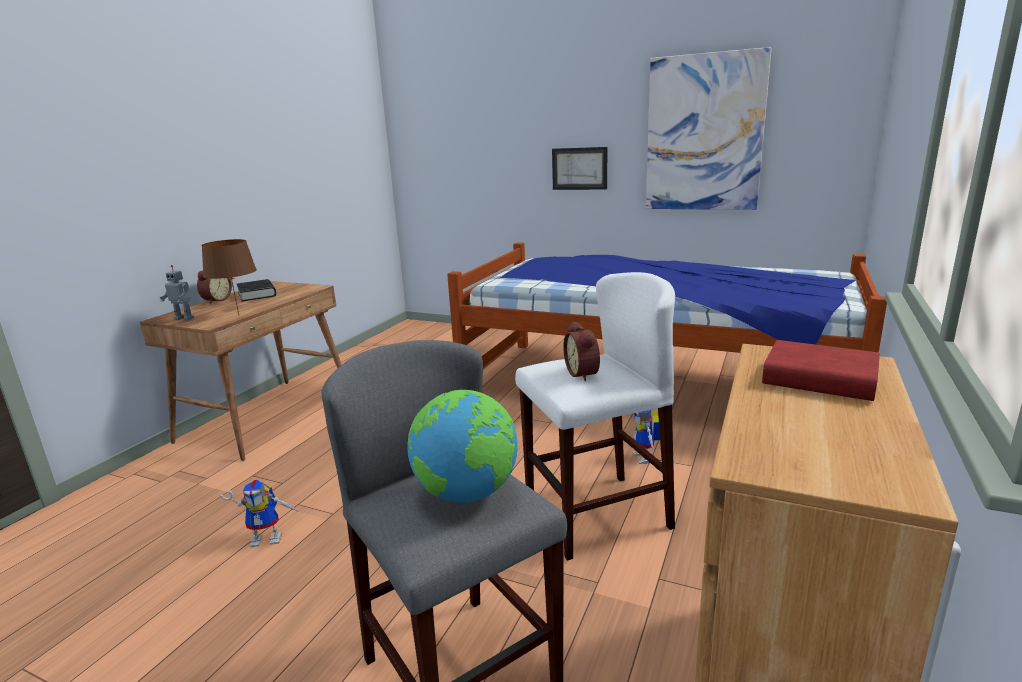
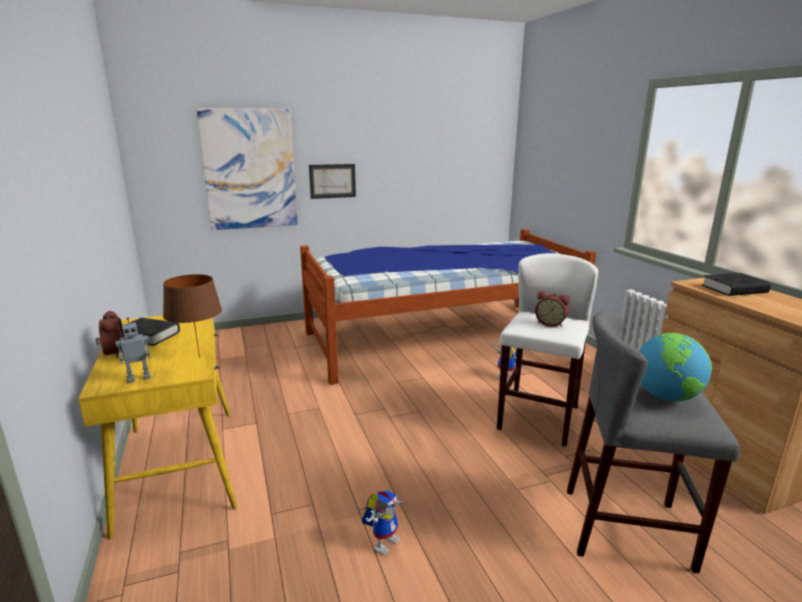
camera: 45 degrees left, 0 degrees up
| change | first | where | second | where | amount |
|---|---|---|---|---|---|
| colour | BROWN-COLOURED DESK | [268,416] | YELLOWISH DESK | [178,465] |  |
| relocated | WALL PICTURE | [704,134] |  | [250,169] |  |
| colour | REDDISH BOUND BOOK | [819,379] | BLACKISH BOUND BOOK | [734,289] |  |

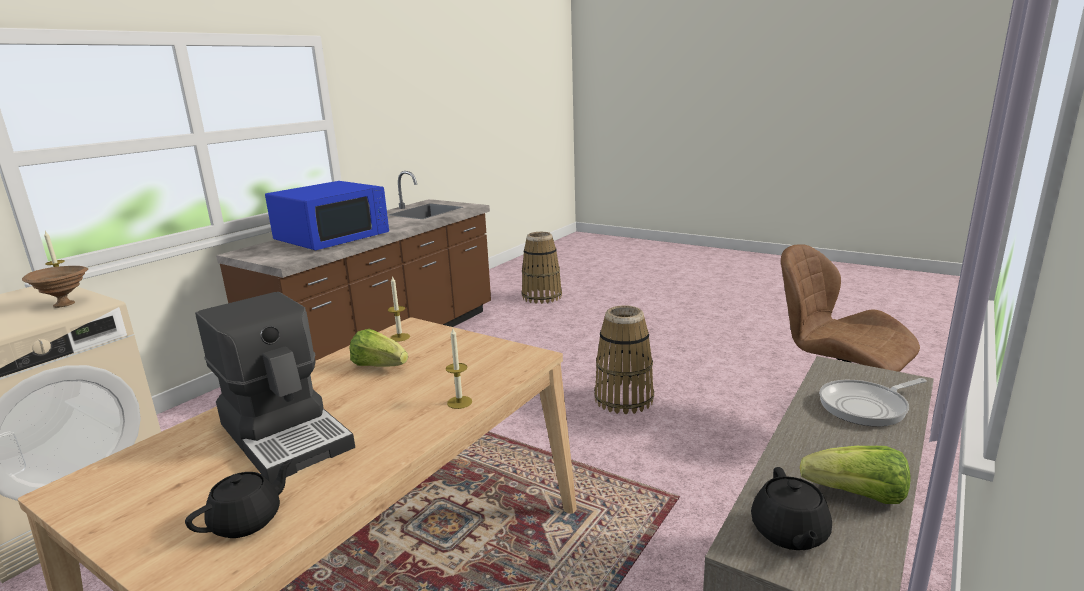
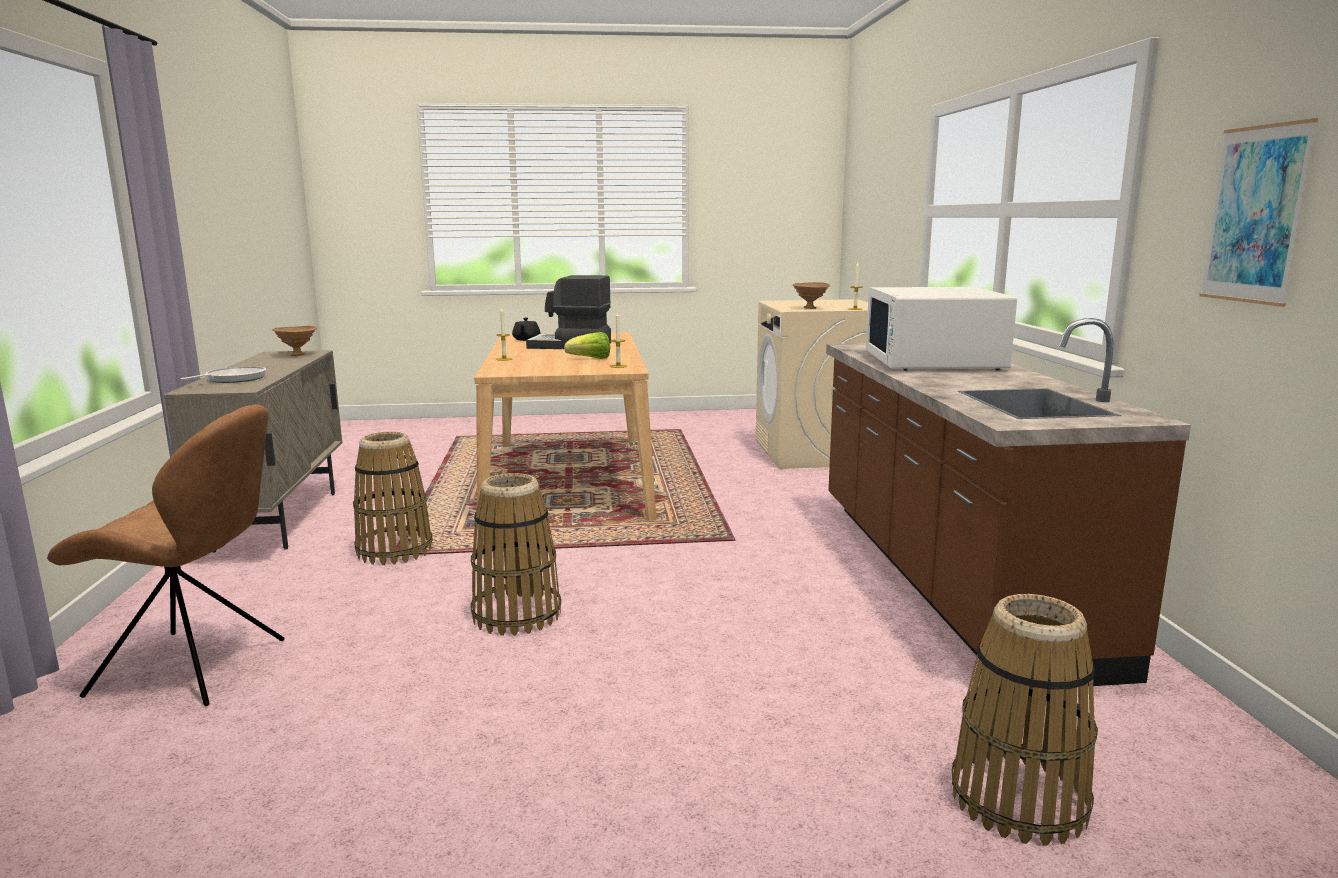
camera: 140 degrees right, 5 degrees down
| change | first | where | second | where | amount |
|---|---|---|---|---|---|
| colour | BLUE-COLOURED MICROWAVE | [333,237] | WHITE-COLOURED MICROWAVE | [932,361] |  |
| exchanged | BLACKISH POT FOR TEA | [789,533] | BROWN-COLOURED DEEP DISH | [297,355] |  |
| missing | LETTUCE HEAD | [857,496] |  |  |  |
| appeared |  |  | STORAGE BASKET | [395,550] |  |
| appeared |  |  | WALL PICTURE | [1255,215] |  |

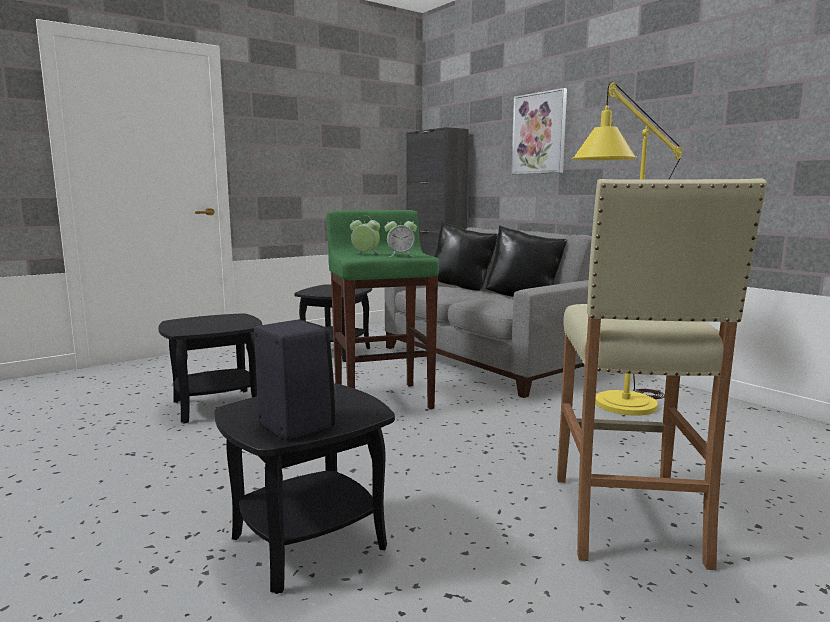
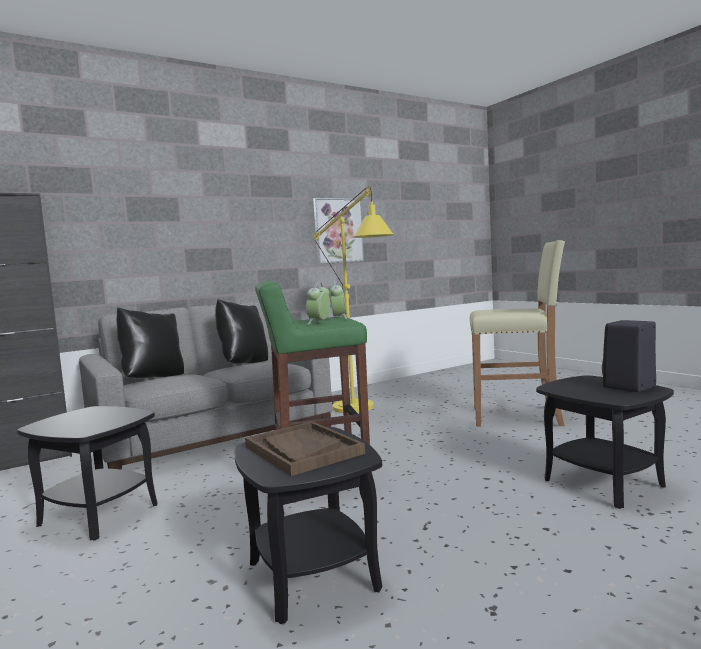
camera: 85 degrees left, 5 degrees down
| change | first | where | second | where | amount |
|---|---|---|---|---|---|
| relocated | WALL PICTURE | [539,133] |  | [338,231] |  |
| appeared |  |  | BROWN-COLOURED SERVING TRAY | [302,450] |  |

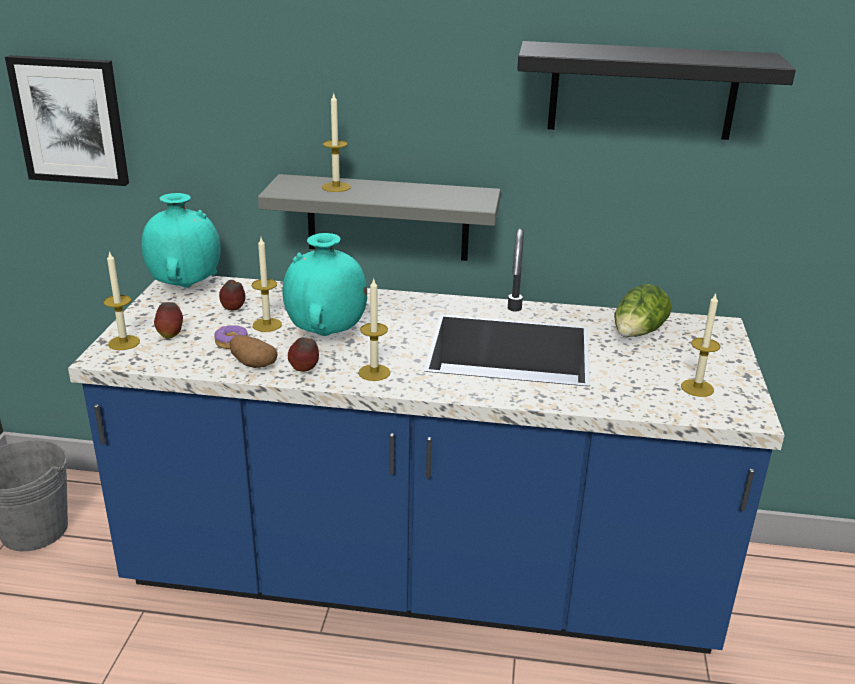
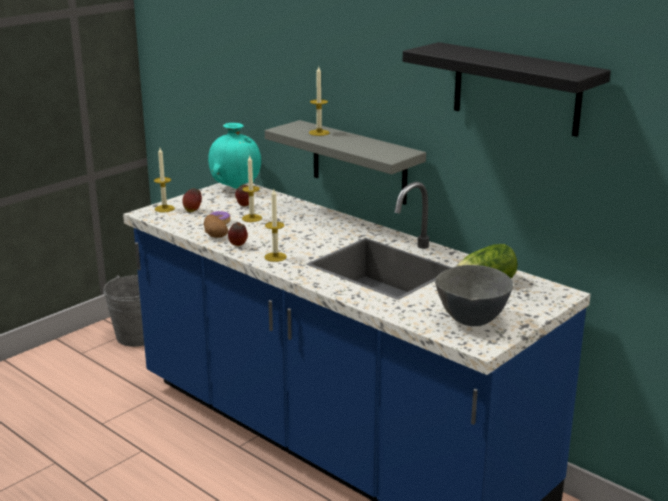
camera: 35 degrees right, 5 degrees down
| change | first | where | second | where | amount |
|---|---|---|---|---|---|
| missing | WALL PICTURE | [71,120] |  |  |  |
| missing | TURQUOISE VASE | [326,334] |  |  |  |
| exchanged | WAX CANDLE | [697,388] | GREYISH DEEP DISH | [472,321] |  |

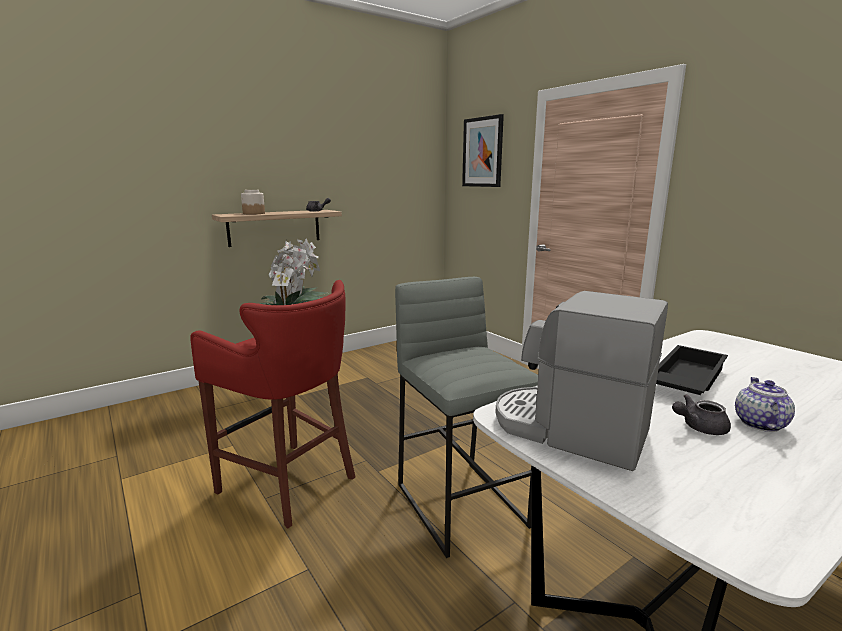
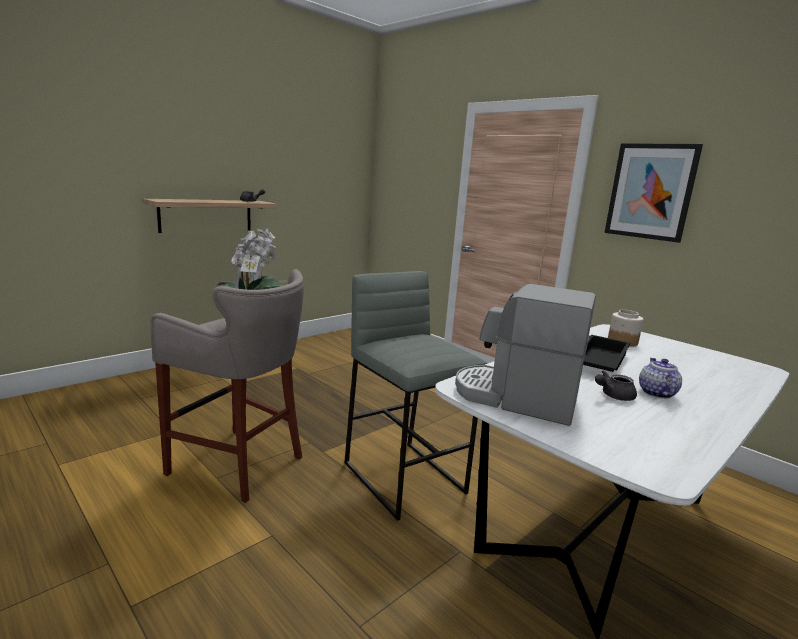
camera: 10 degrees left, 0 degrees up
| change | first | where | second | where | amount |
|---|---|---|---|---|---|
| colour | REDDISH STOOL | [291,484] | GREYISH STOOL | [240,465] |  |
| relocated | PRESERVE JAR | [254,213] |  | [622,341] |  |
| relocated | WALL PICTURE | [482,152] |  | [650,191] |  |

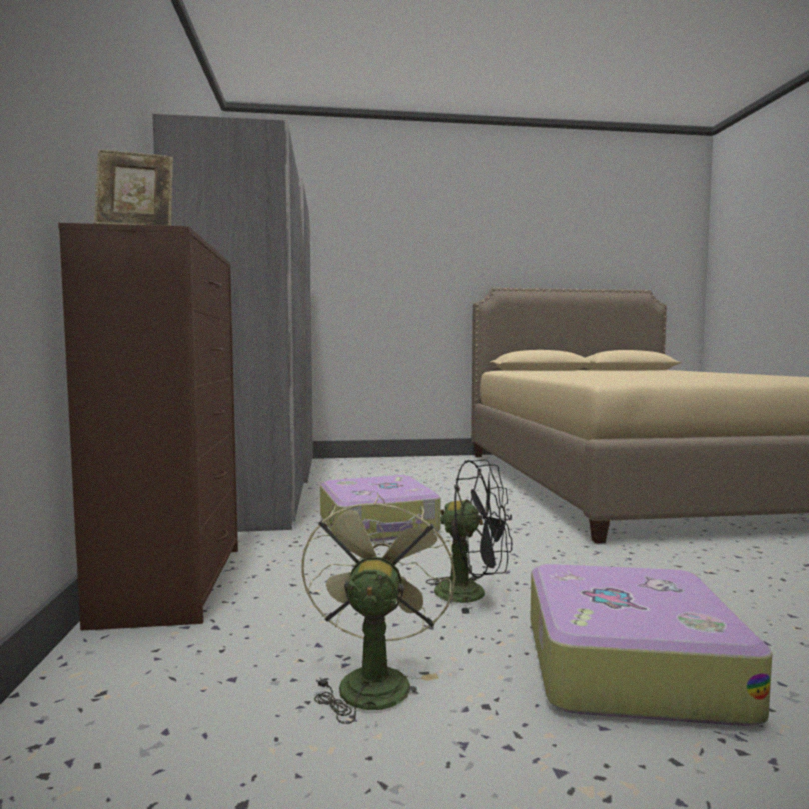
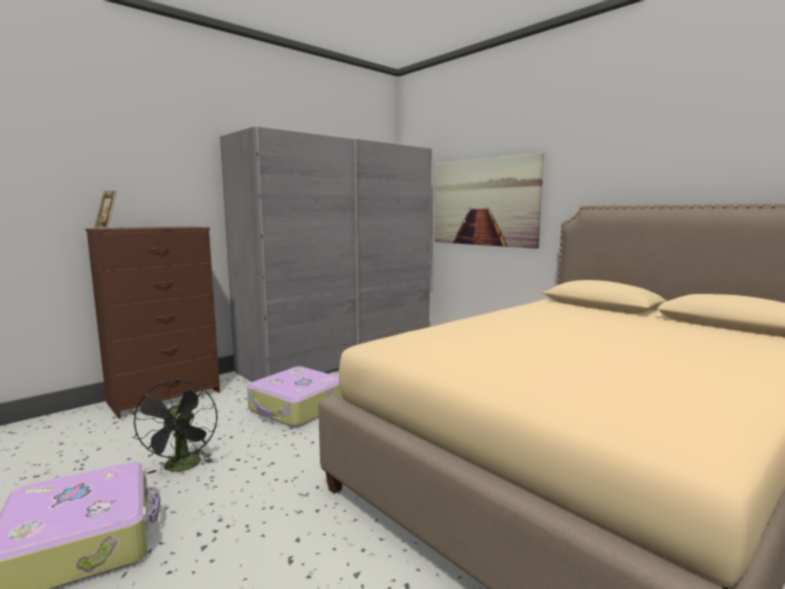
camera: 55 degrees right, 5 degrees up
| change | first | where | second | where | amount |
|---|---|---|---|---|---|
| missing | GREEN COOLING FAN | [373,679] |  |  |  |
| appeared |  |  | WALL PICTURE | [484,202] |  |

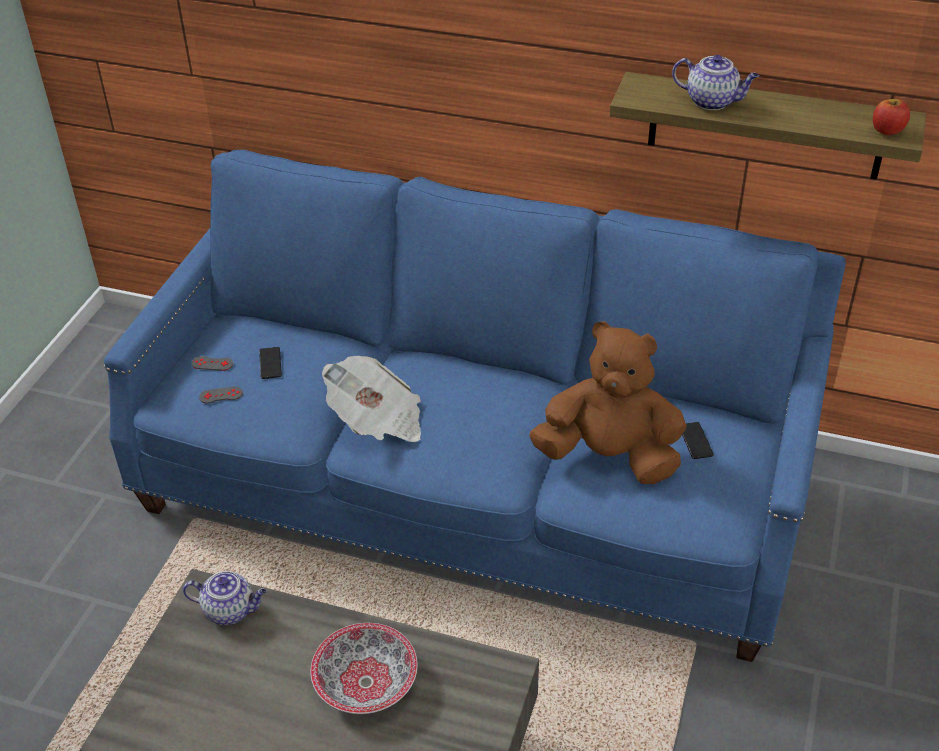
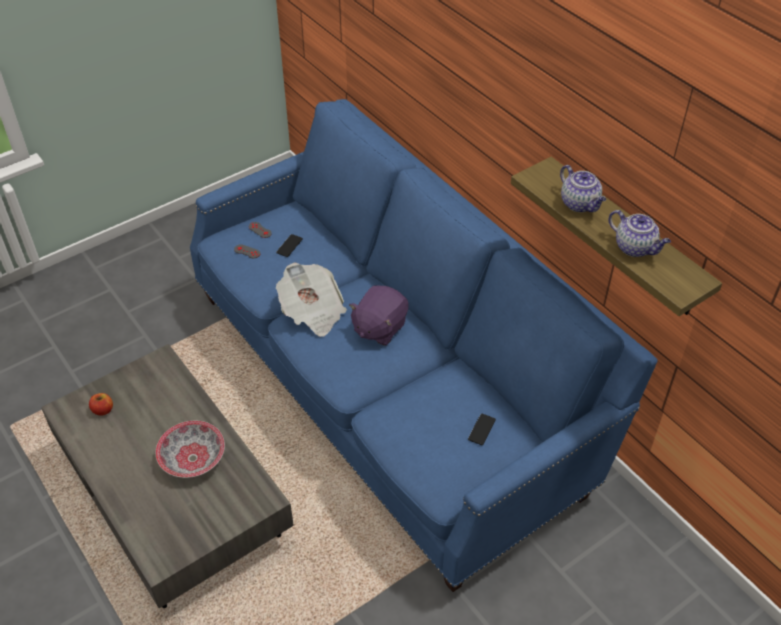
camera: 35 degrees right, 5 degrees up
| change | first | where | second | where | amount |
|---|---|---|---|---|---|
| relocated | POT FOR TEA | [230,610] |  | [635,248] |  |
| missing | BROWN-COLOURED CUDDLY TOY | [609,457] |  |  |  |
| relocated | APPLE FRUIT | [887,130] |  | [103,410] |  |
| appeared |  |  | PURPLISH CUDDLY TOY | [379,327] |  |

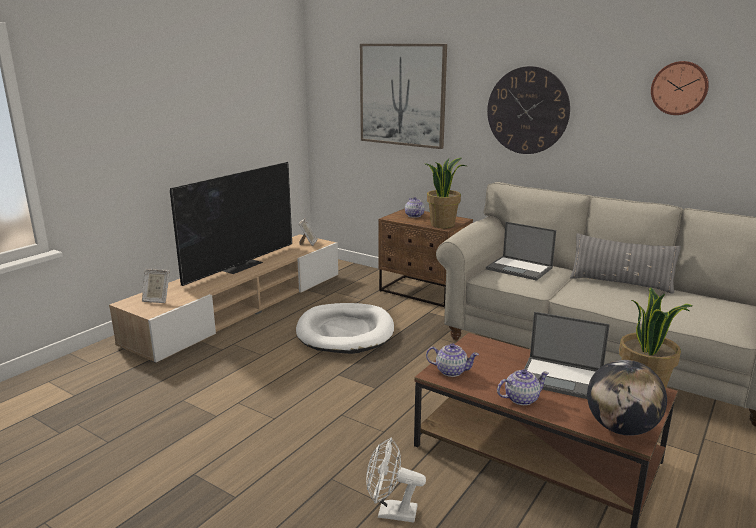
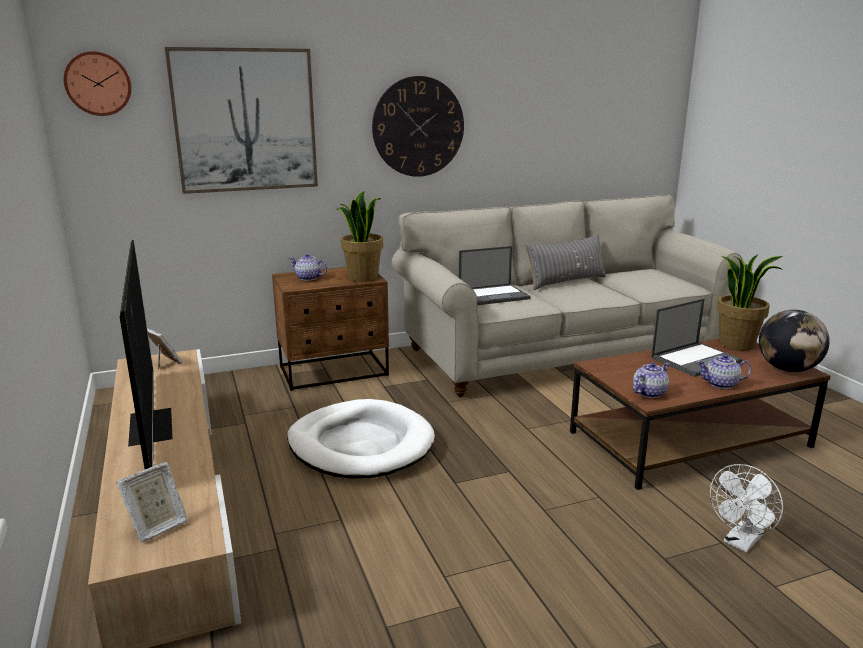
camera: 55 degrees left, 0 degrees up
| change | first | where | second | where | amount |
|---|---|---|---|---|---|
| spun | POT FOR TEA | [521,399] |  | [721,384] | 105 degrees counterclockwise |
| relocated | HANGING CLOCK | [679,88] |  | [98,83] |  |

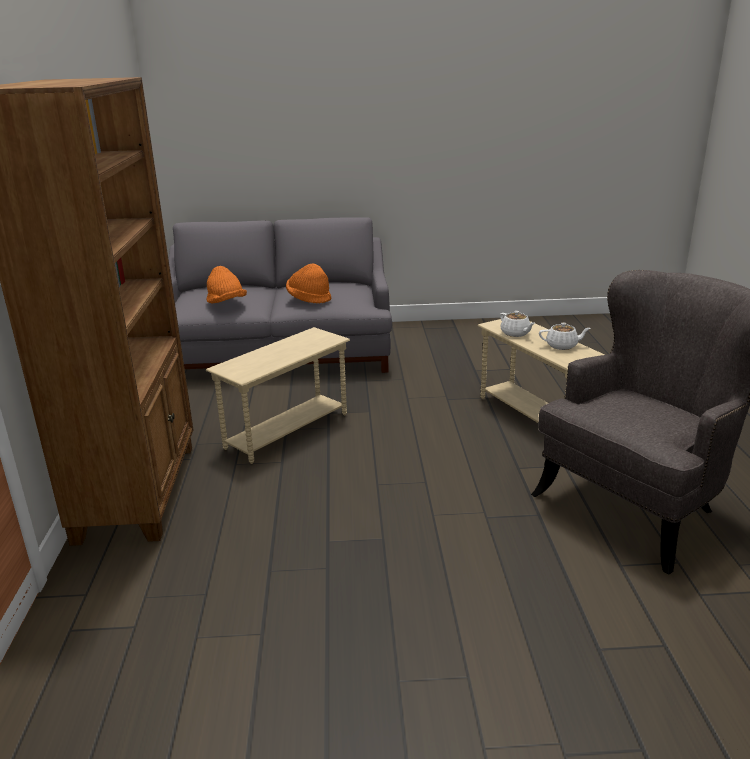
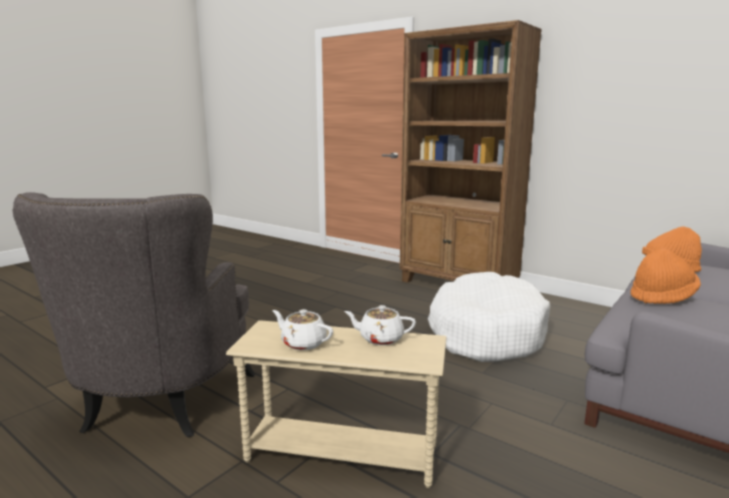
camera: 130 degrees right, 10 degrees down
| change | first | where | second | where | amount |
|---|---|---|---|---|---|
| exchanged | SAND-COLOURED END TABLE | [287,431] | WHITE-COLOURED DOG BED | [485,332] |  |
| spun | WHITE-COLOURED POT FOR TEA | [562,346] |  | [303,343] | 75 degrees clockwise |

